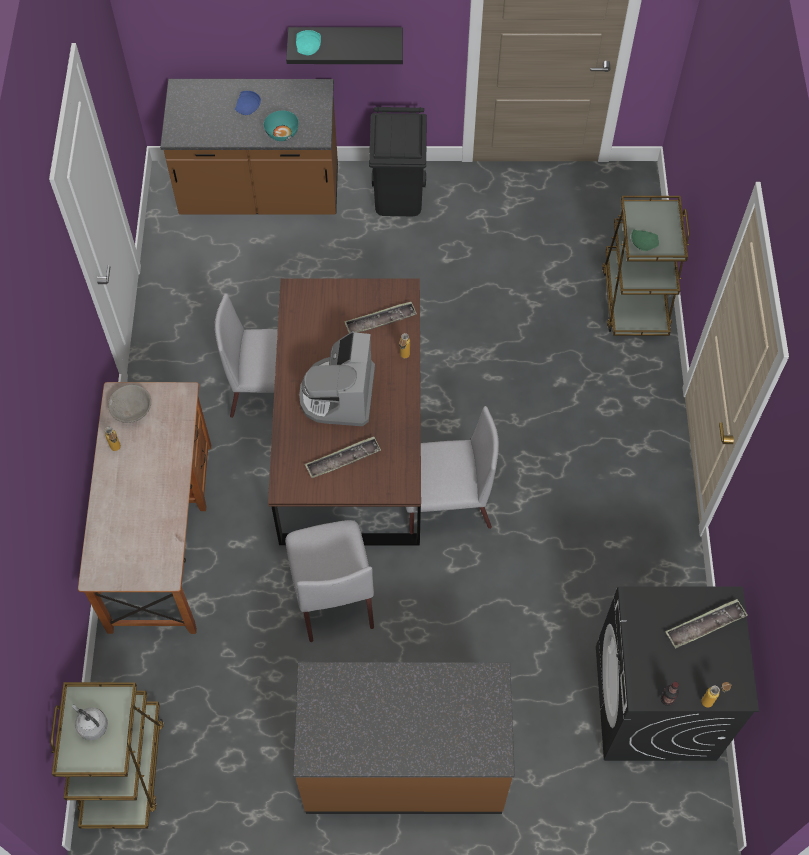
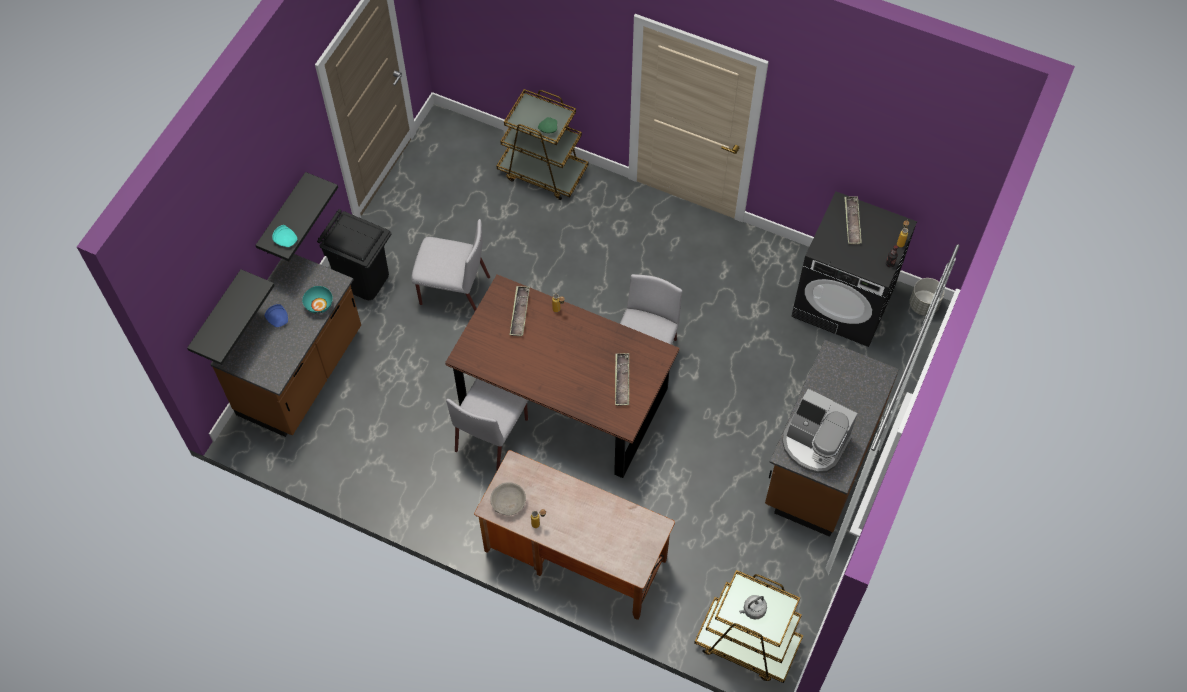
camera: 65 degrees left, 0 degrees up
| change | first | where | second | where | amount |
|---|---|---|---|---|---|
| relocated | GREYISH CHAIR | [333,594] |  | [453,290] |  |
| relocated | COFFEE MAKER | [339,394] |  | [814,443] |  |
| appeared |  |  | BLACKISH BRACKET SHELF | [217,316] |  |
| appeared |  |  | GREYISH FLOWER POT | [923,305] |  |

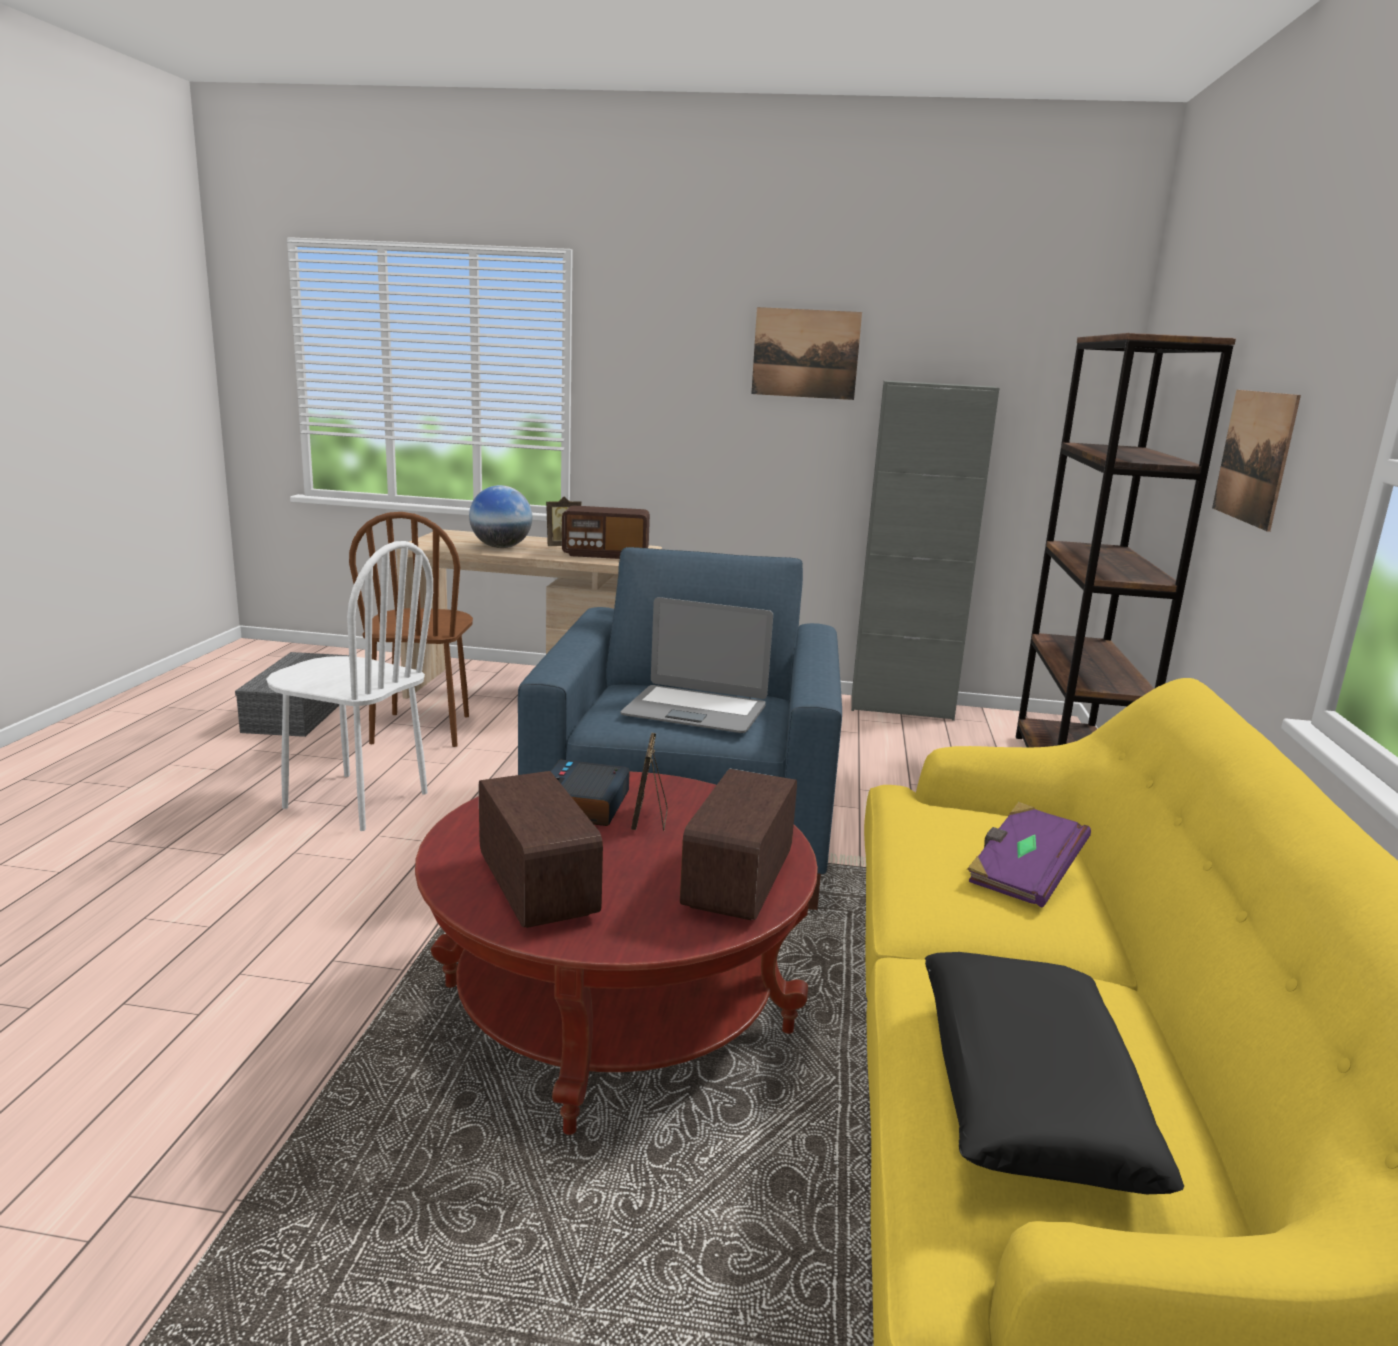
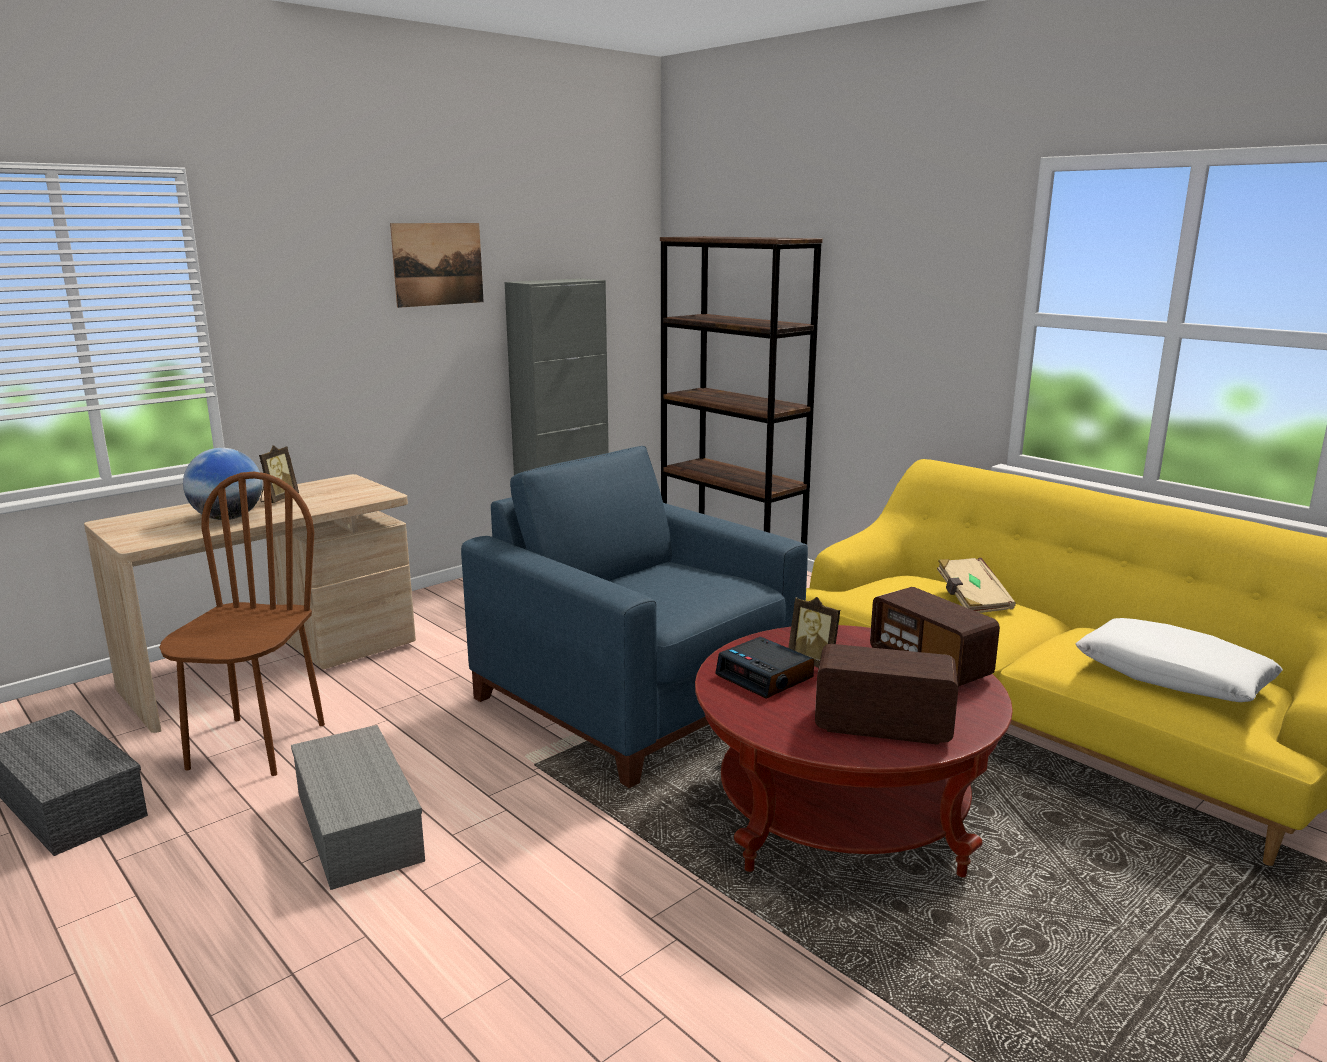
camera: 50 degrees left, 0 degrees up
| change | first | where | second | where | amount |
|---|---|---|---|---|---|
| exchanged | WHITE-COLOURED CHAIR | [355,801] | GREYISH STORAGE BOX | [361,827] |  |
| spun | BROWN-COLOURED CHAIR | [422,729] |  | [256,746] | 120 degrees counterclockwise |
| missing | RADIO RECEIVER | [605,554] |  |  |  |
| missing | PORTABLE COMPUTER | [695,711] |  |  |  |
| colour | BLACKISH CUSHION | [1028,1089] | WHITE-COLOURED CUSHION | [1172,676] |  |
| colour | PURPLISH BOUND BOOK | [1023,875] | SAND-COLOURED BOUND BOOK | [972,600] |  |
| missing | WALL PICTURE | [1254,456] |  |  |  |

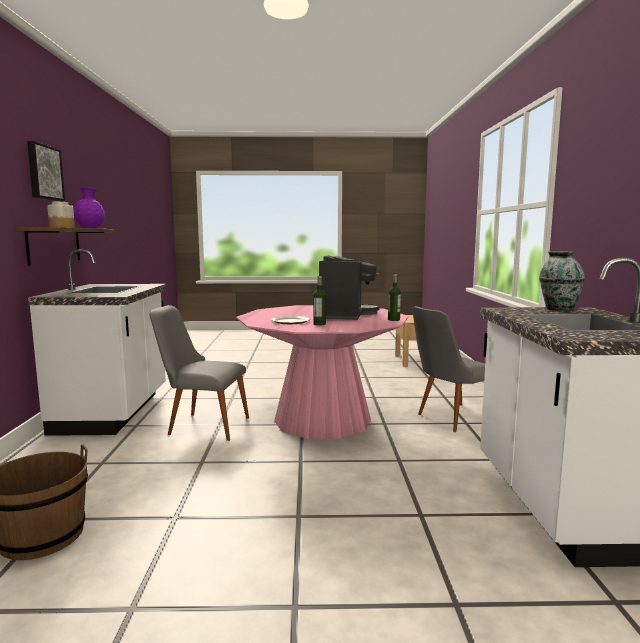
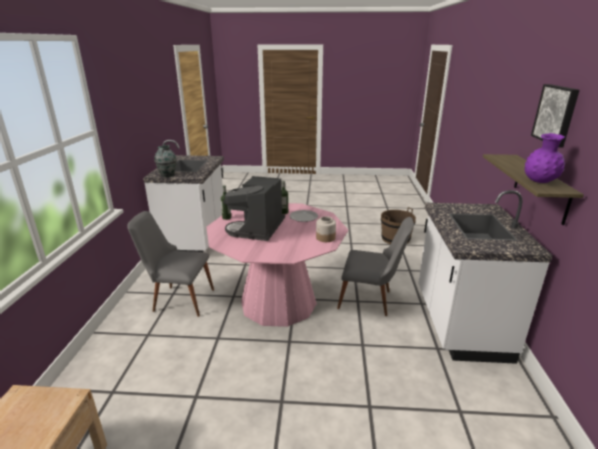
camera: 175 degrees left, 15 degrees up
| change | first | where | second | where | amount |
|---|---|---|---|---|---|
| relocated | PRESERVE JAR | [62,227] |  | [325,238] |  |
| spun | GREYISH CHAIR | [451,418] |  | [178,299] | 150 degrees counterclockwise |

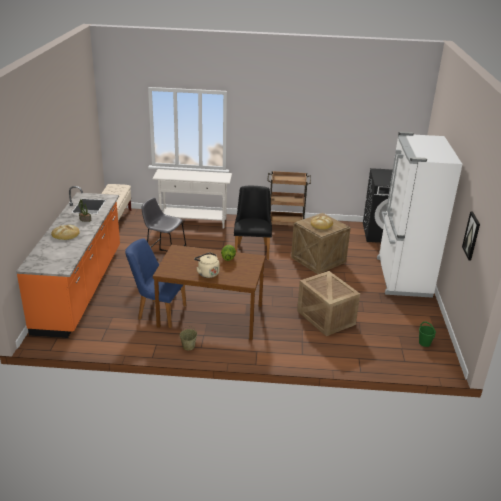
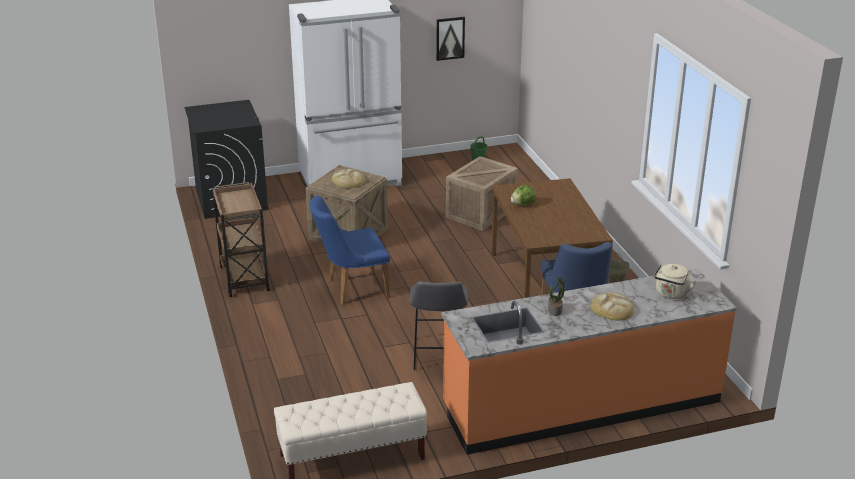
camera: 110 degrees left, 0 degrees up
| change | first | where | second | where | amount |
|---|---|---|---|---|---|
| missing | WHITE-COLOURED HALL TABLE | [193,222] |  |  |  |
| relocated | SAND-COLOURED WATER KETTLE | [207,273] |  | [671,294] |  |
| colour | BLACKISH CHAIR | [252,249] | BLUE-COLOURED CHAIR | [351,289] |  |

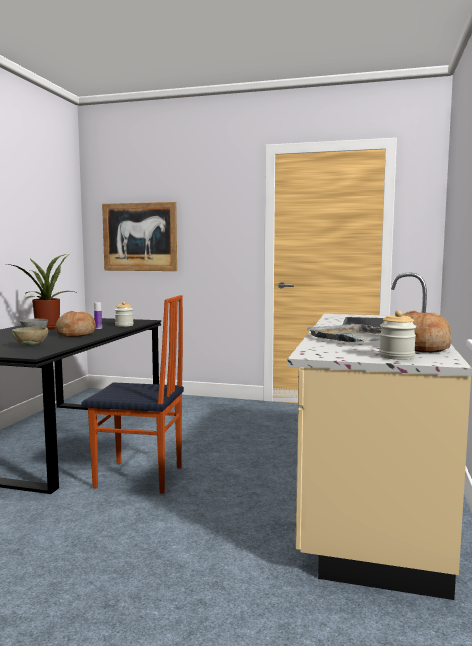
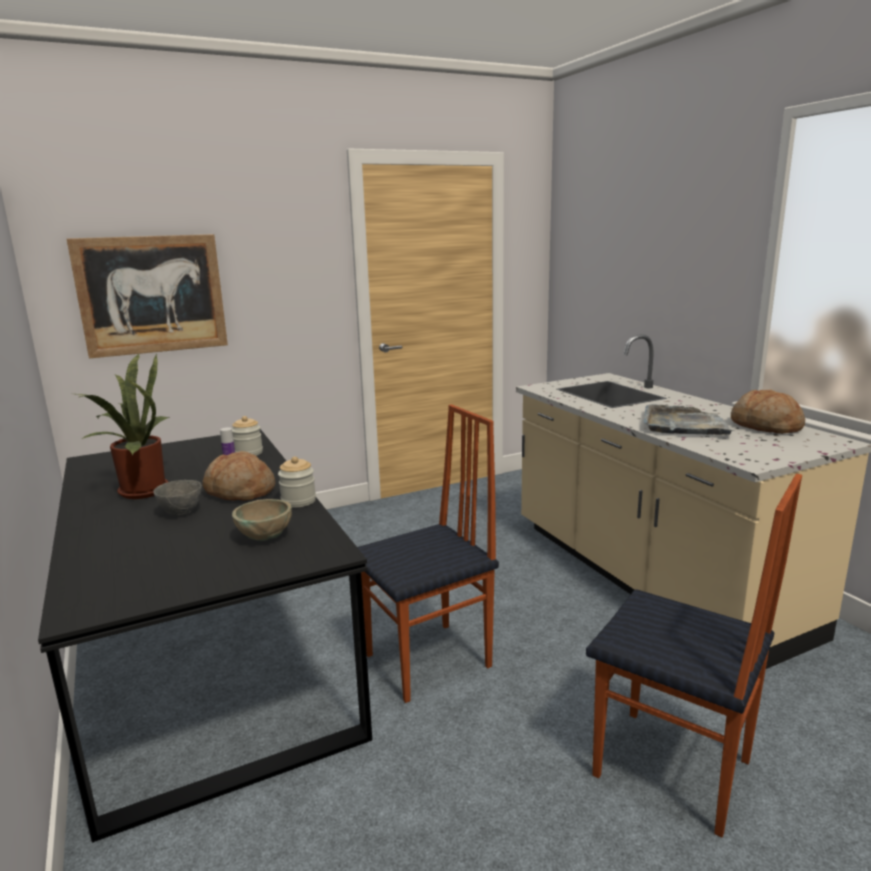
camera: 40 degrees left, 10 degrees up
| change | first | where | second | where | amount |
|---|---|---|---|---|---|
| relocated | PRESERVE JAR | [396,356] |  | [298,501] |  |
| appeared |  |  | CHAIR | [672,771] |  |

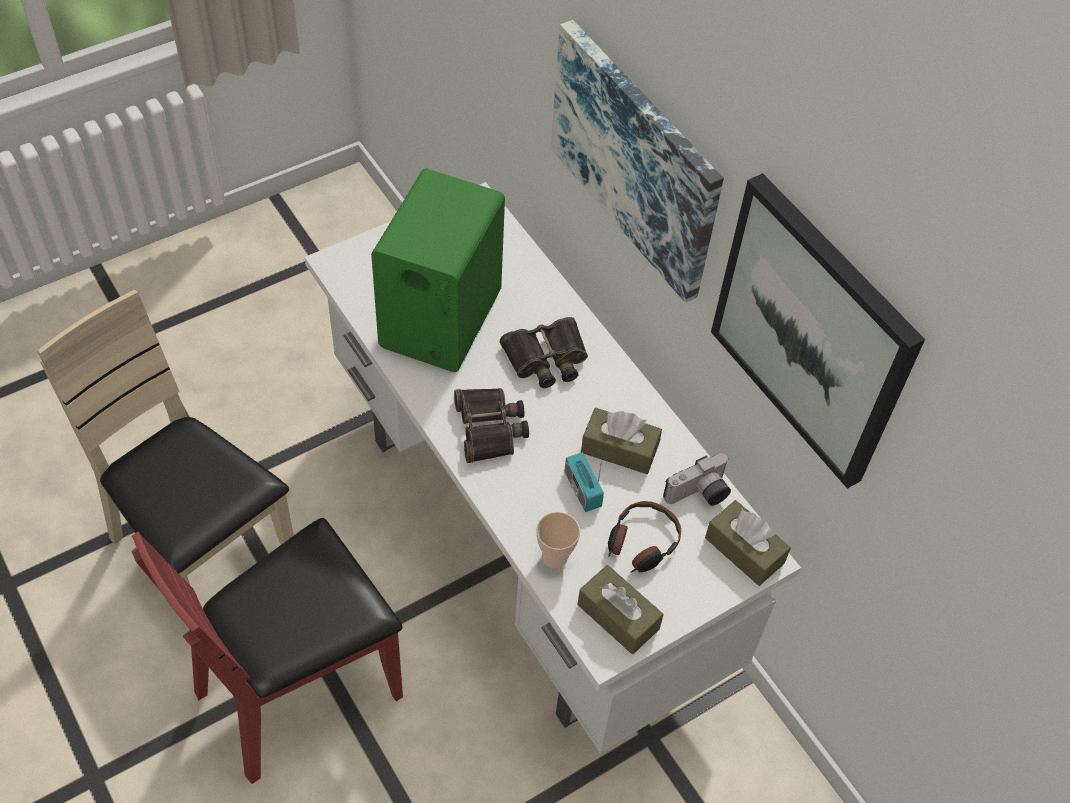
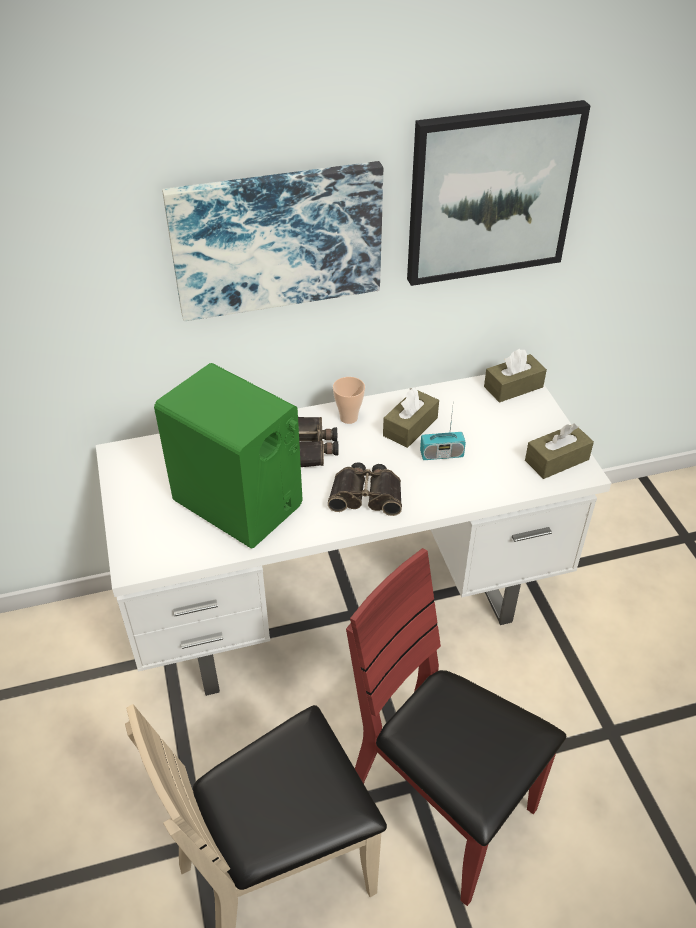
camera: 70 degrees left, 10 degrees down
| change | first | where | second | where | amount |
|---|---|---|---|---|---|
| spun | REDDISH CHAIR | [299,689] |  | [441,808] | 150 degrees clockwise |
| relocated | CUP | [555,558] |  | [348,418] |  |
| missing | PAIR OF HEADPHONES | [641,543] |  |  |  |
| missing | PHOTO CAMERA | [699,495] |  |  |  |

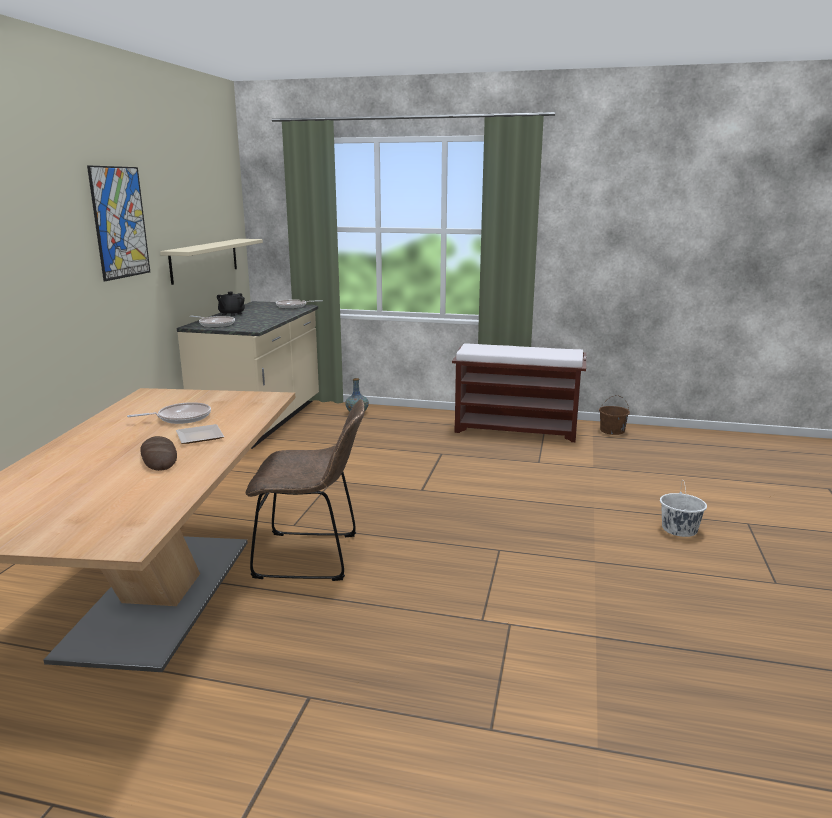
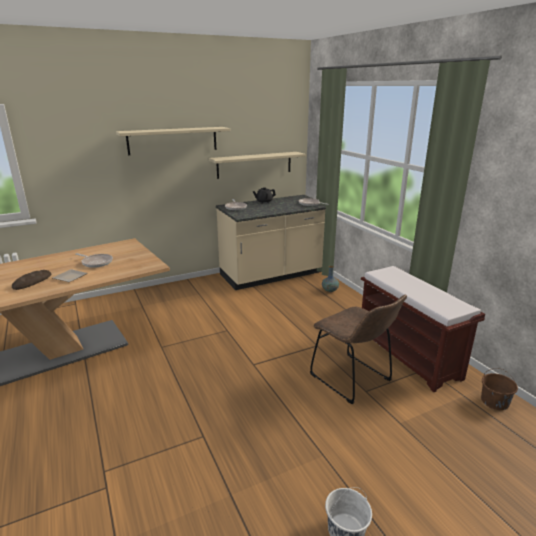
camera: 50 degrees right, 5 degrees up
| change | first | where | second | where | amount |
|---|---|---|---|---|---|
| exchanged | WALL PICTURE | [120,222] | SAND-COLOURED BRACKET SHELF | [173,140] |  |
| relocated | BROWN-COLOURED CHAIR | [313,556] |  | [353,380] |  |

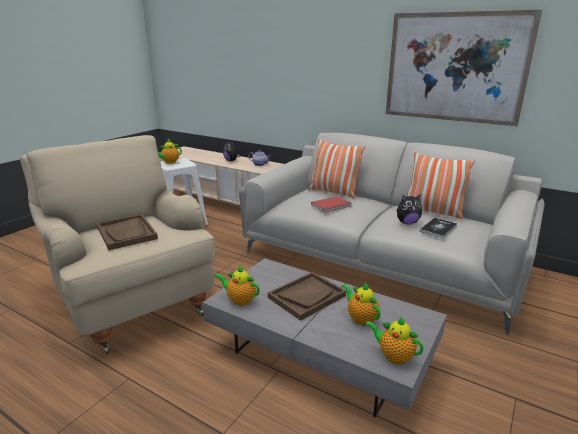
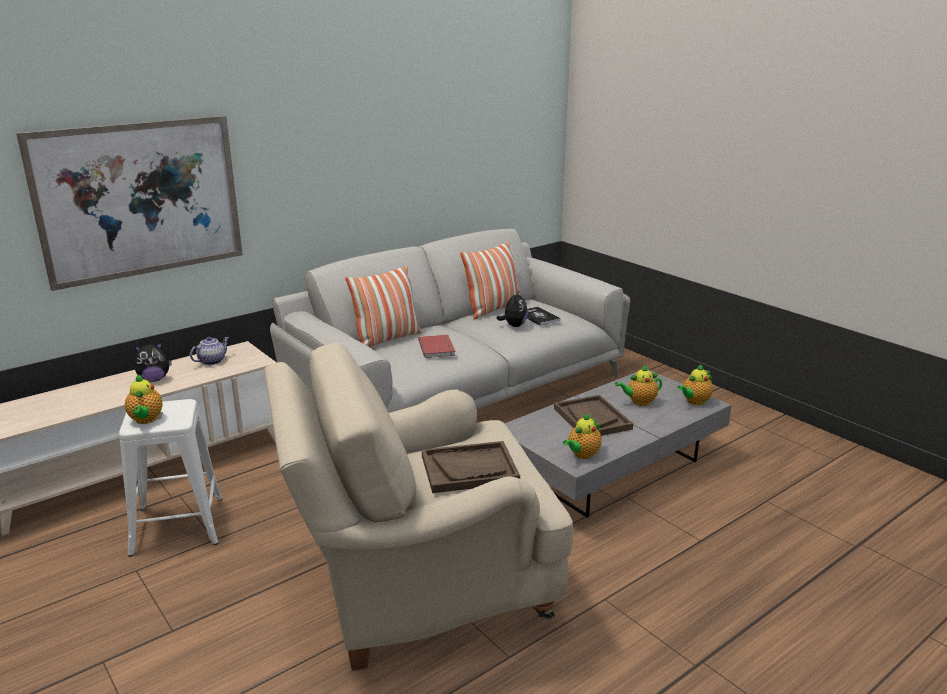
camera: 70 degrees left, 0 degrees up
| change | first | where | second | where | amount |
|---|---|---|---|---|---|
| relocated | WALL PICTURE | [454,68] |  | [140,200] |  |

